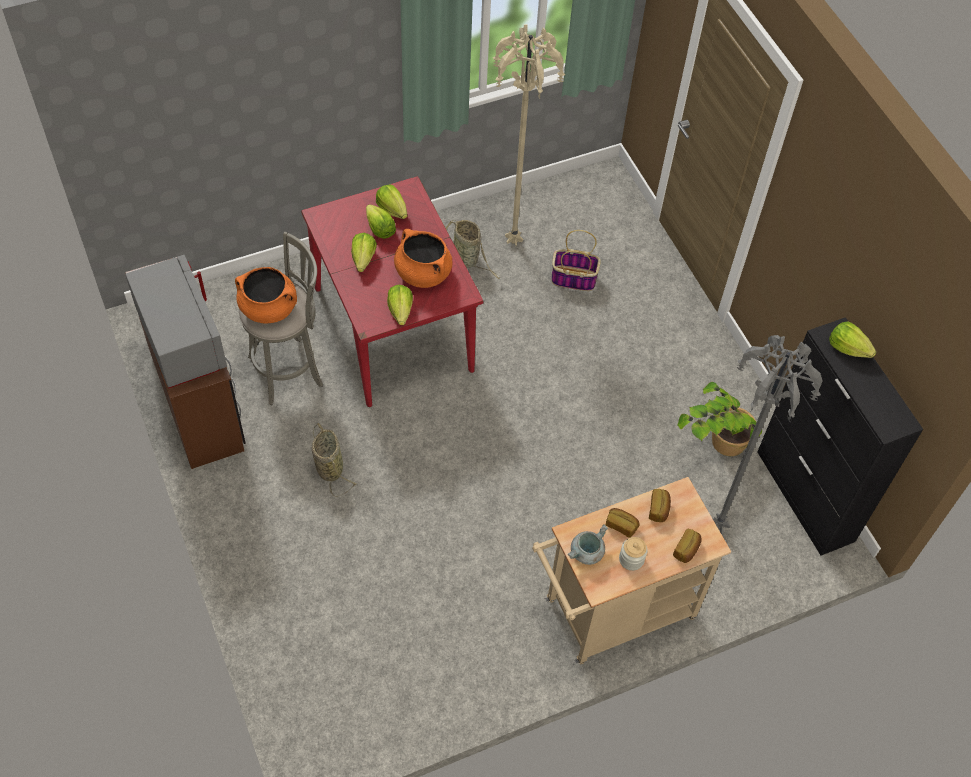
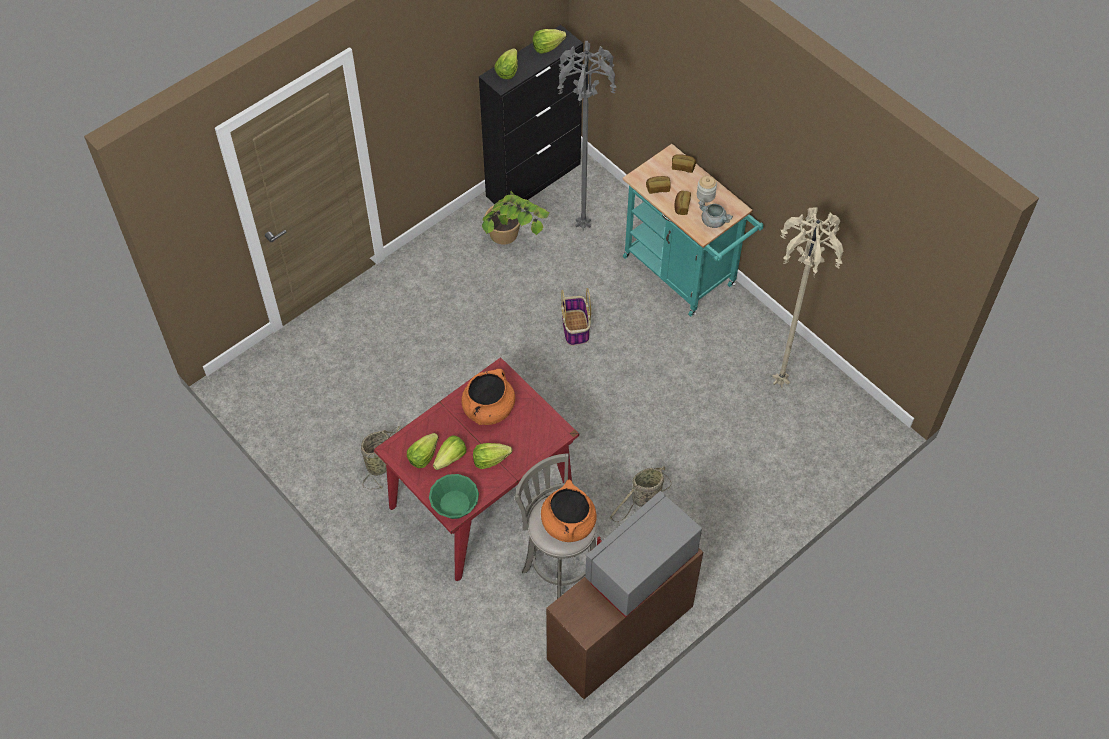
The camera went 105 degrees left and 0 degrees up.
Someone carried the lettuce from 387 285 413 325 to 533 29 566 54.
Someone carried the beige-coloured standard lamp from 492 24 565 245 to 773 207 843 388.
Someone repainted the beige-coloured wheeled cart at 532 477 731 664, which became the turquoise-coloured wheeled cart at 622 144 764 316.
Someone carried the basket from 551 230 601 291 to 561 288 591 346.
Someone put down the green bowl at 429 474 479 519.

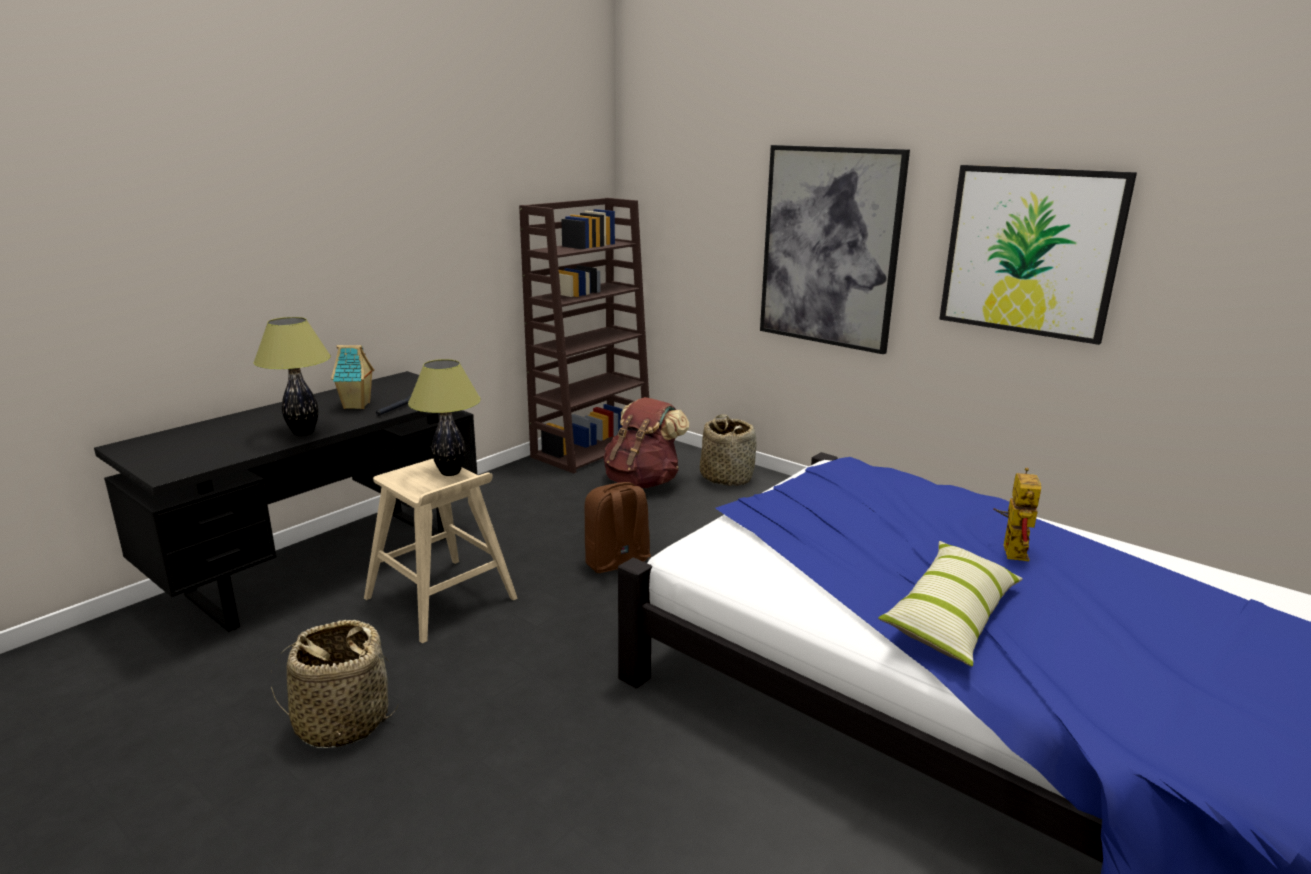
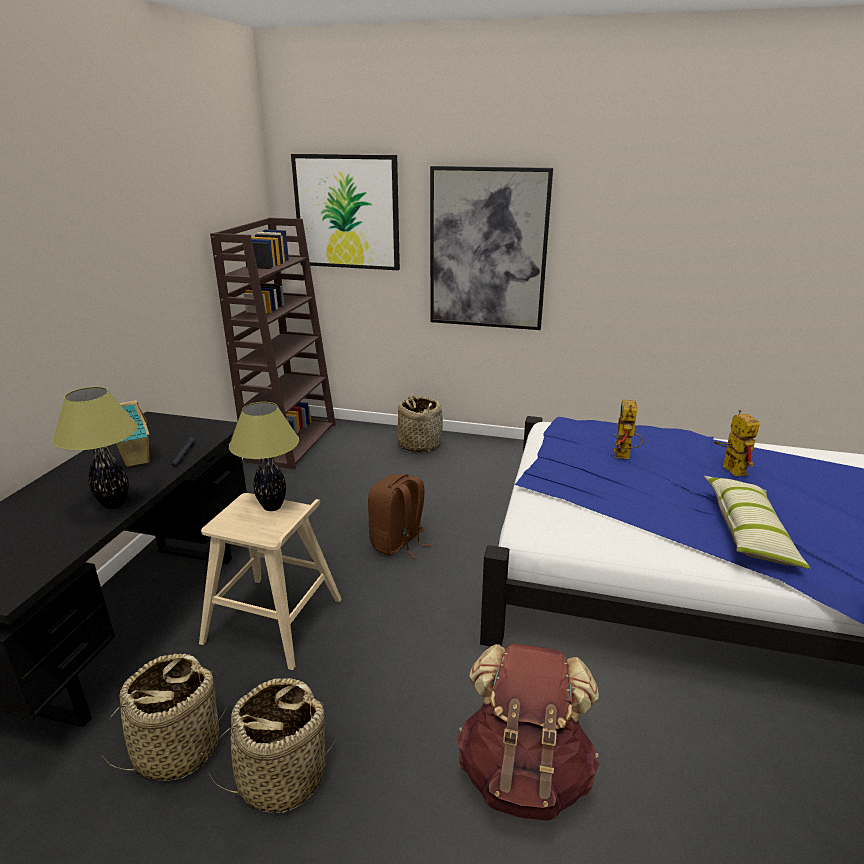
The camera went 25 degrees left and 5 degrees up.
Someone carried the brownish rucksack from 604 397 689 488 to 457 643 600 821.
Someone carried the picture from 939 165 1137 345 to 291 154 400 270.
Someone put down the basket at 99 654 227 781.
Someone put down the toy robot at 614 400 643 459.

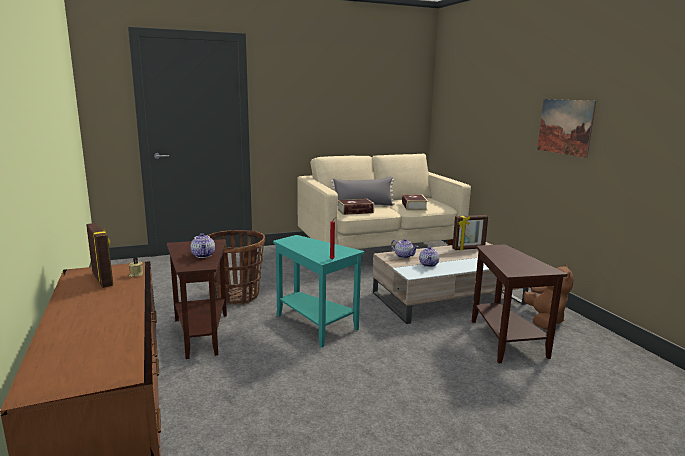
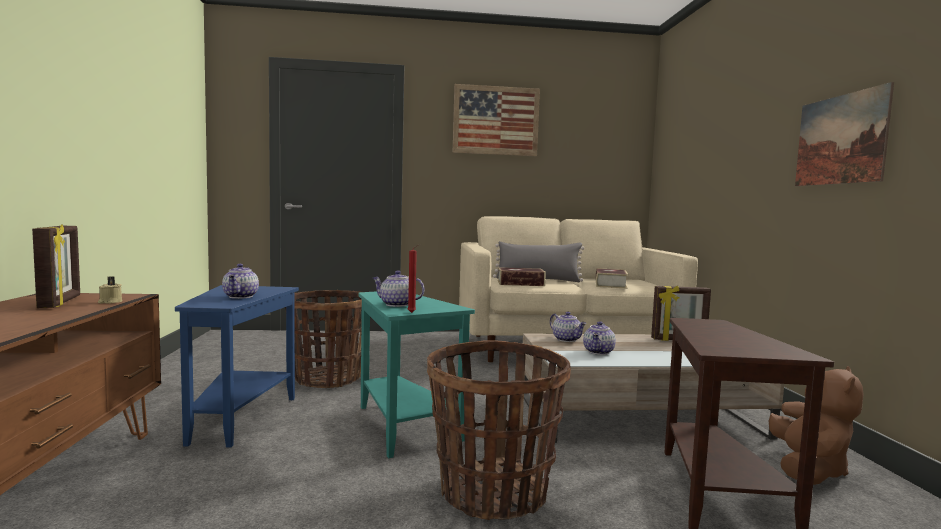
The camera went 15 degrees right and 10 degrees down.
Someone repainted the brownish end table at 167 239 227 359, which became the blue end table at 175 285 299 448.
Someone put down the teapot at 373 271 425 307.
Someone put down the basket at 427 340 571 520.
Someone put up the picture at 453 84 540 156.

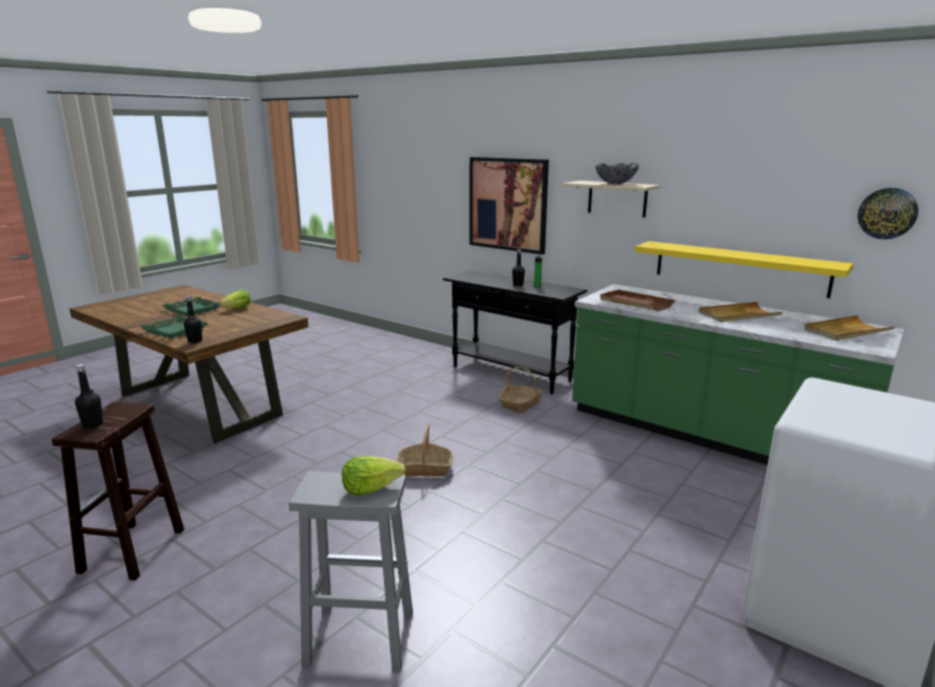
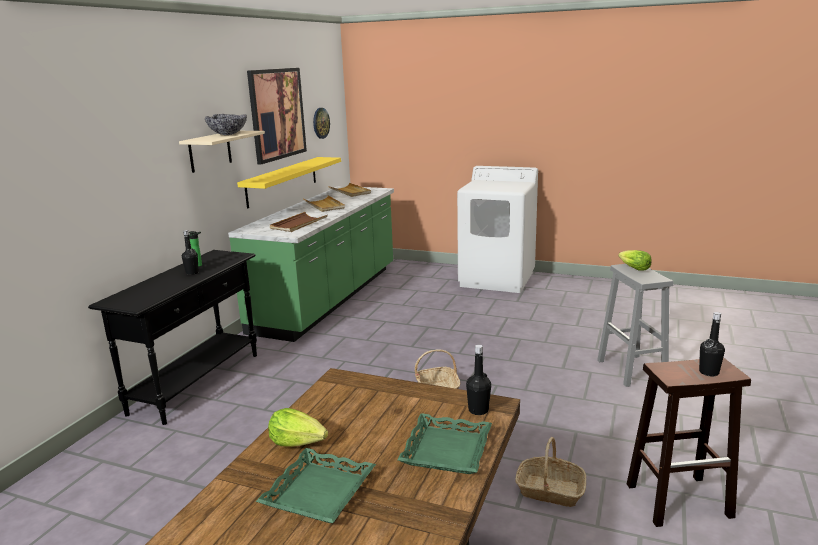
The camera went 105 degrees left and 0 degrees up.
Someone carried the picture from 470 157 549 255 to 247 68 307 165.
Someone carried the basket from 499 367 543 412 to 515 437 586 507.

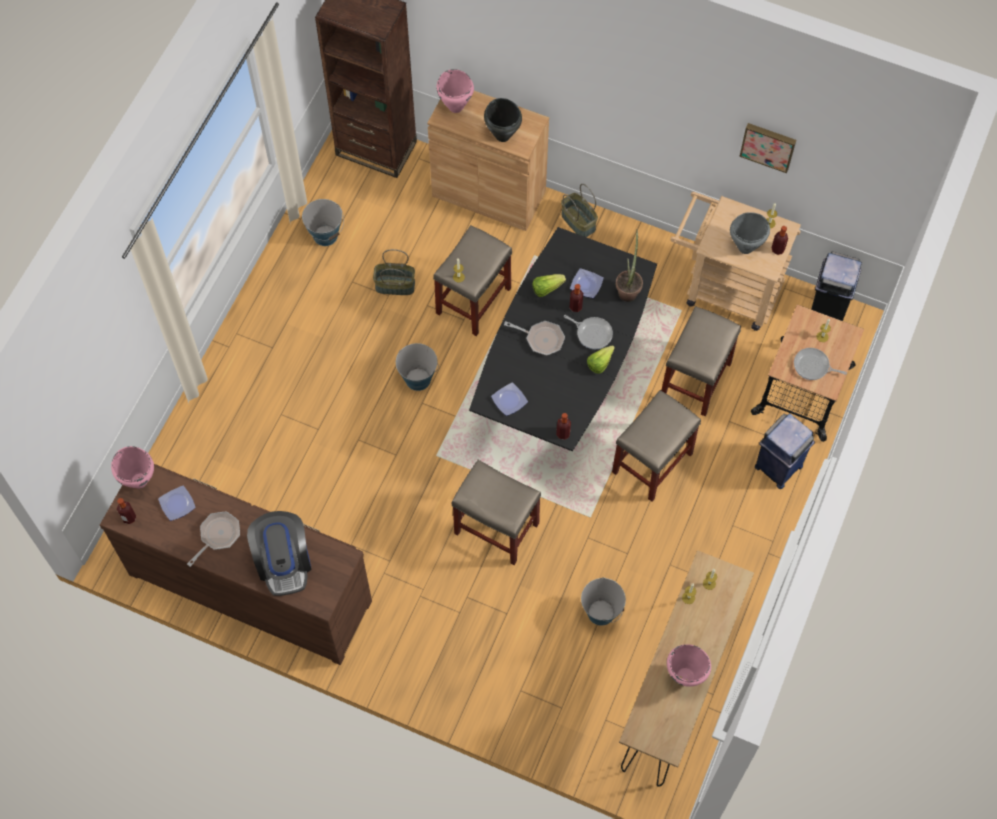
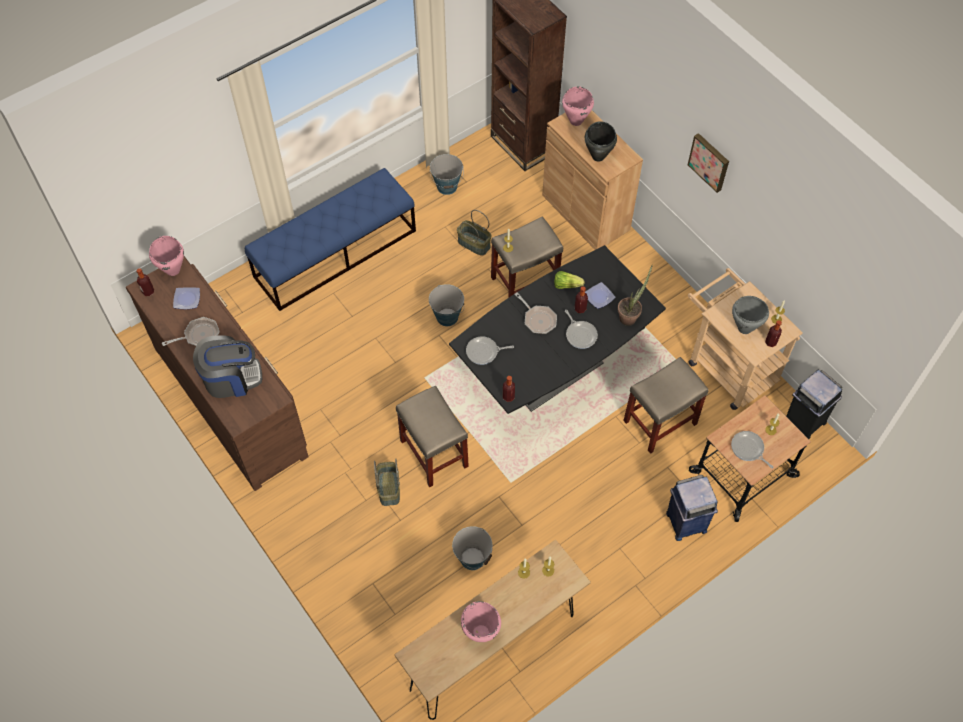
The camera went 30 degrees right and 5 degrees down.
Someone rotated the coffee maker at 247 511 312 596 by 120 degrees counterclockwise.
Someone swapped the dinner plate at 491 382 528 416 for the frying pan at 466 336 514 365.
Someone carried the basket from 561 184 598 237 to 374 458 400 506.
Someone took away the lettuce at 587 345 615 373.
Someone took away the beige-coloured sitting stool at 612 390 701 502.
Someone carried the picture from 739 123 796 173 to 688 133 729 193.
Someone put down the blue long seat at 245 168 416 311.

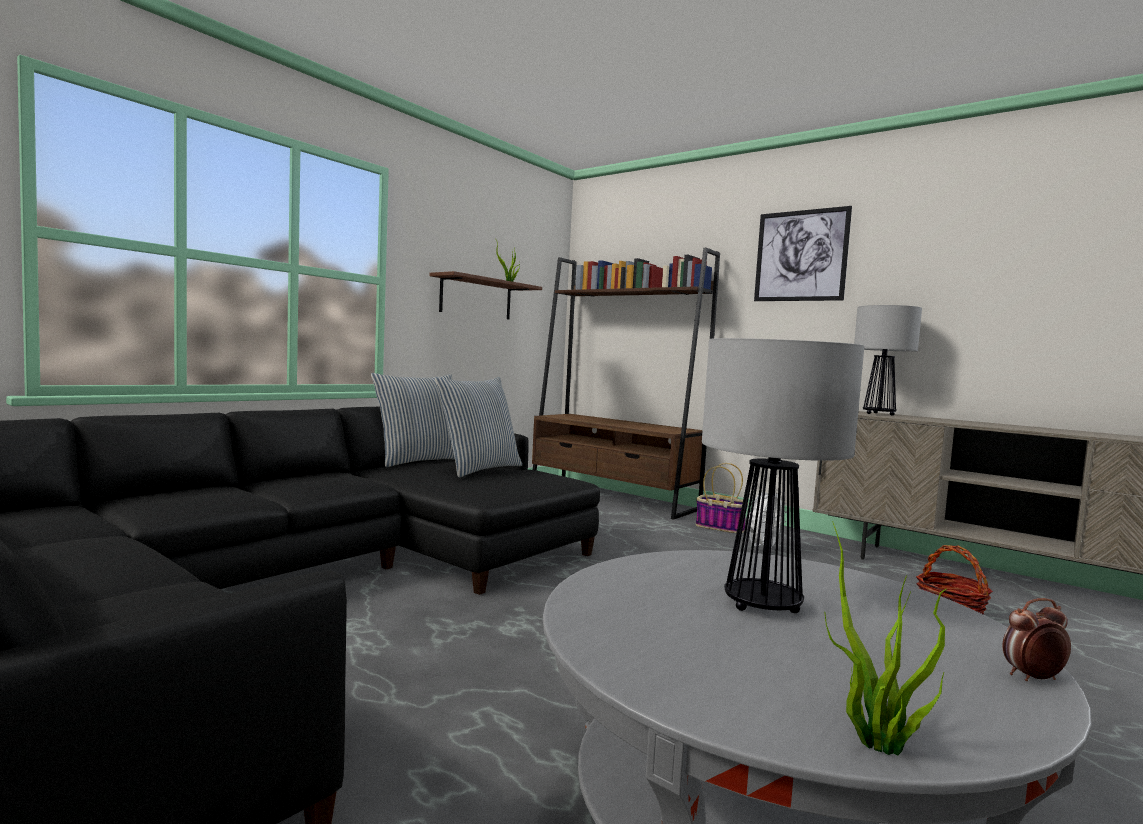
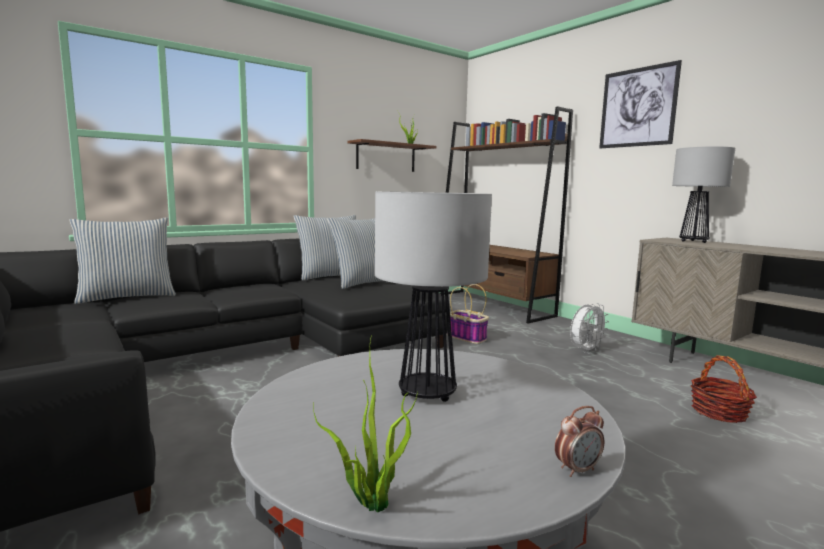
The camera went 15 degrees right and 5 degrees up.
Someone carried the basket from 696 463 748 533 to 447 284 489 344.
Someone rotated the alarm clock at 1002 598 1071 681 by 150 degrees clockwise.
Someone put down the cushion at 70 218 176 304.

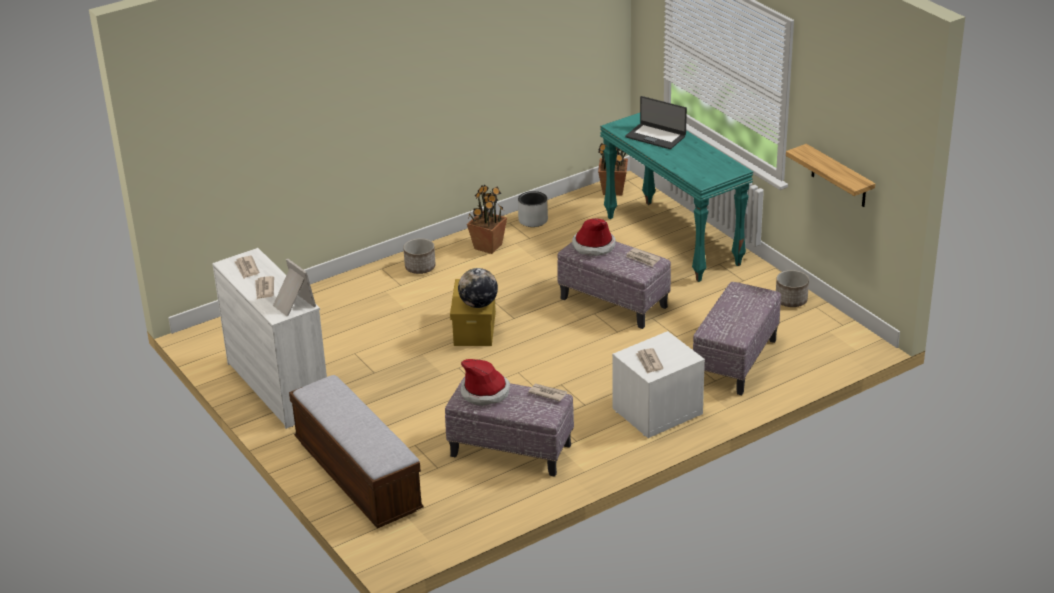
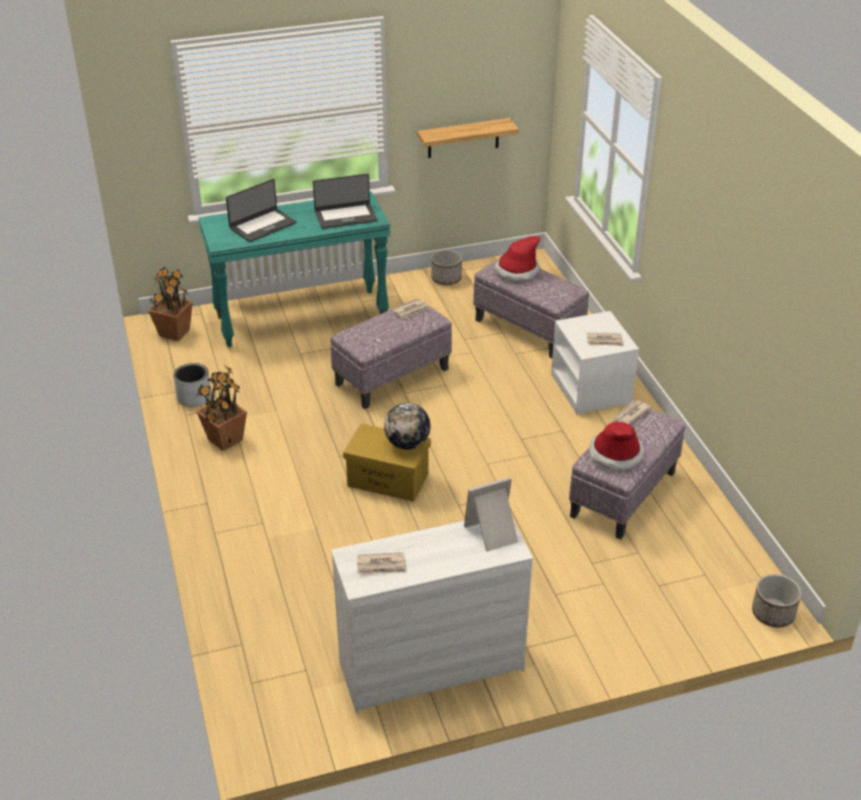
The camera went 75 degrees left and 5 degrees up.
Someone took away the printed paper at 255 276 274 299.
Someone took away the long seat at 289 375 423 528.
Someone carried the planter from 403 238 436 274 to 752 574 801 628.
Someone carried the clothing hat from 572 218 616 256 to 494 236 540 282.
Someone put down the notebook computer at 313 174 377 229.

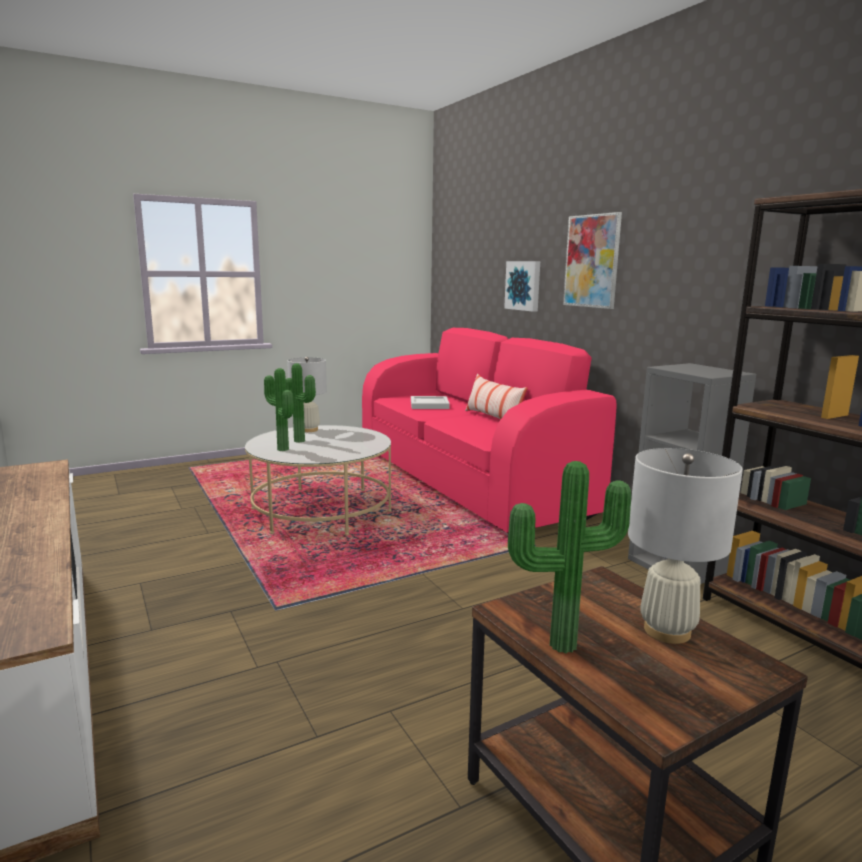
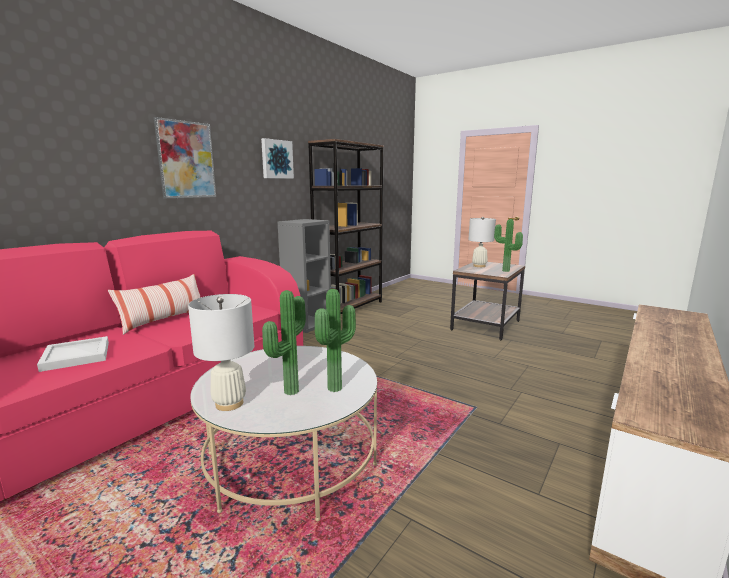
The camera went 115 degrees left and 0 degrees up.
Someone carried the picture from 504 261 540 312 to 261 138 294 179.

